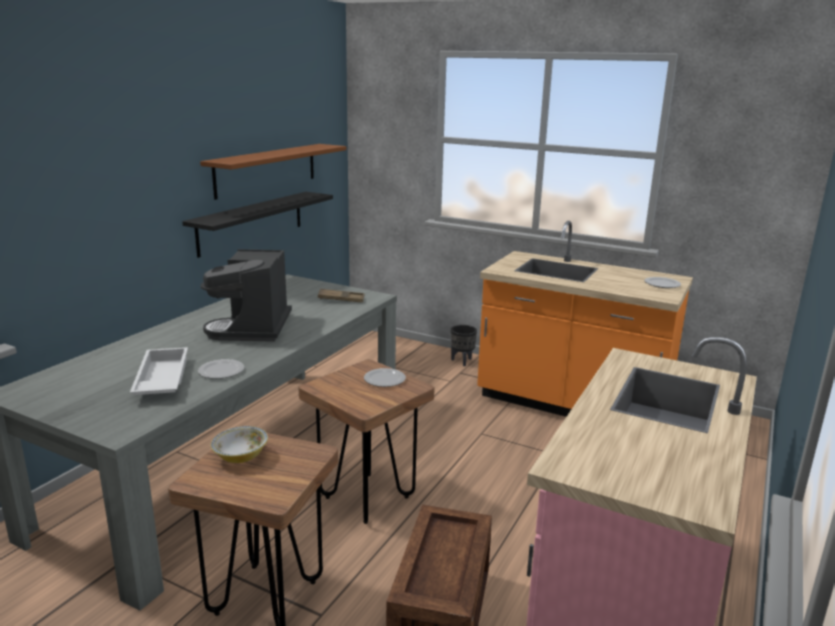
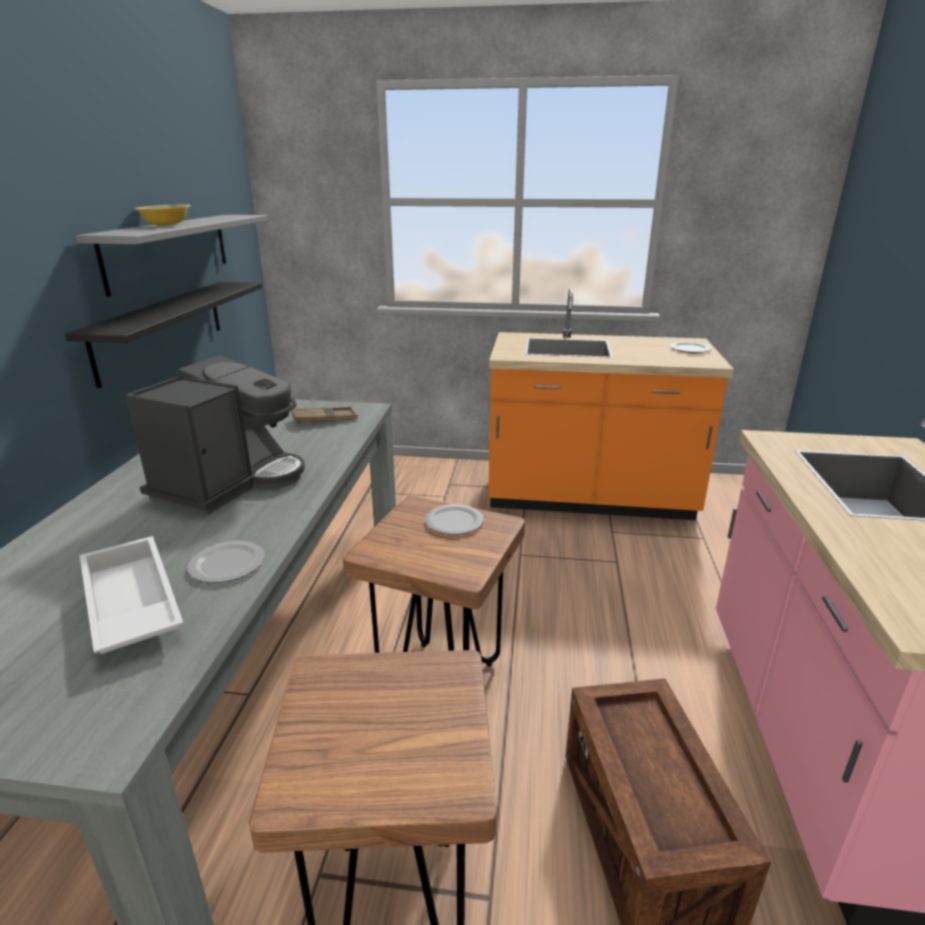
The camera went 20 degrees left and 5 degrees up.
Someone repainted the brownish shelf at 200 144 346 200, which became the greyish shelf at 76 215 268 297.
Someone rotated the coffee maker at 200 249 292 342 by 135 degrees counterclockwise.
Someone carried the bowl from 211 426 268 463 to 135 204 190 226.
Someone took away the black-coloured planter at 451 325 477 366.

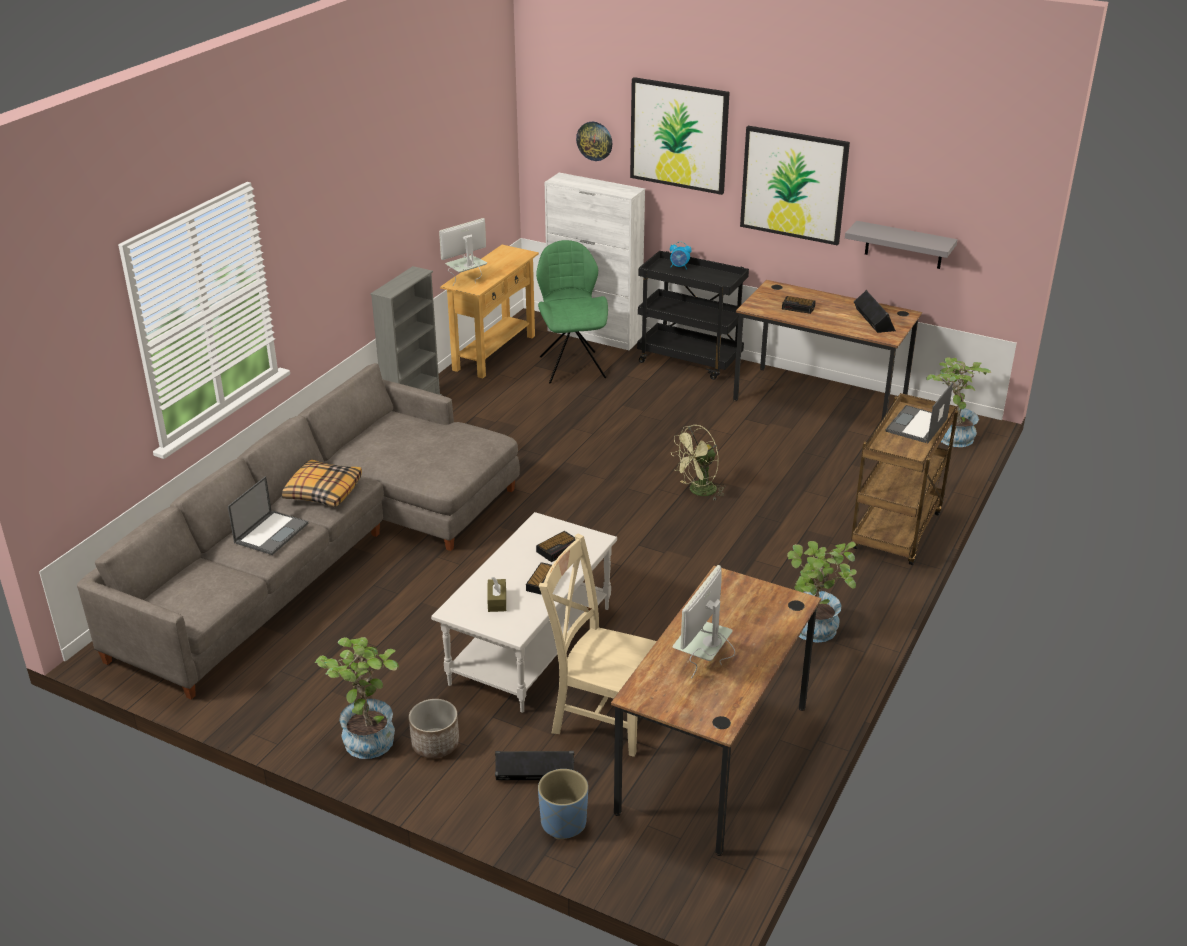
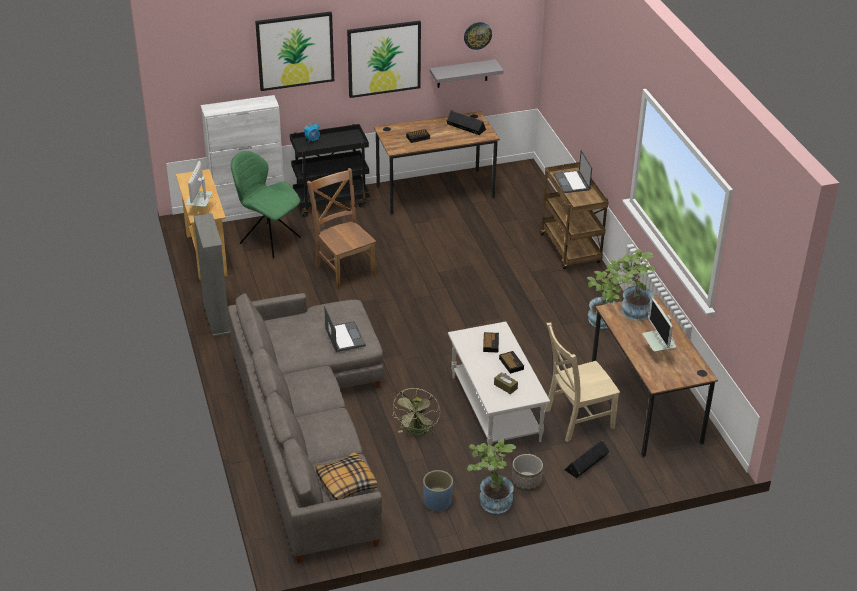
The camera went 45 degrees left and 5 degrees up.
Someone carried the notebook computer from 228 476 309 555 to 324 306 366 352.
Someone carried the cushion from 282 460 362 507 to 316 452 378 500.
Someone carried the blue planter from 538 769 588 839 to 423 470 453 511.
Someone carried the hanging clock from 576 122 612 161 to 464 22 492 50.
Someone carried the green fan from 671 425 726 501 to 393 388 440 436.
Someone carried the potted plant from 926 357 991 447 to 609 249 656 321.
Someone put down the brownish chair at 307 168 376 289.

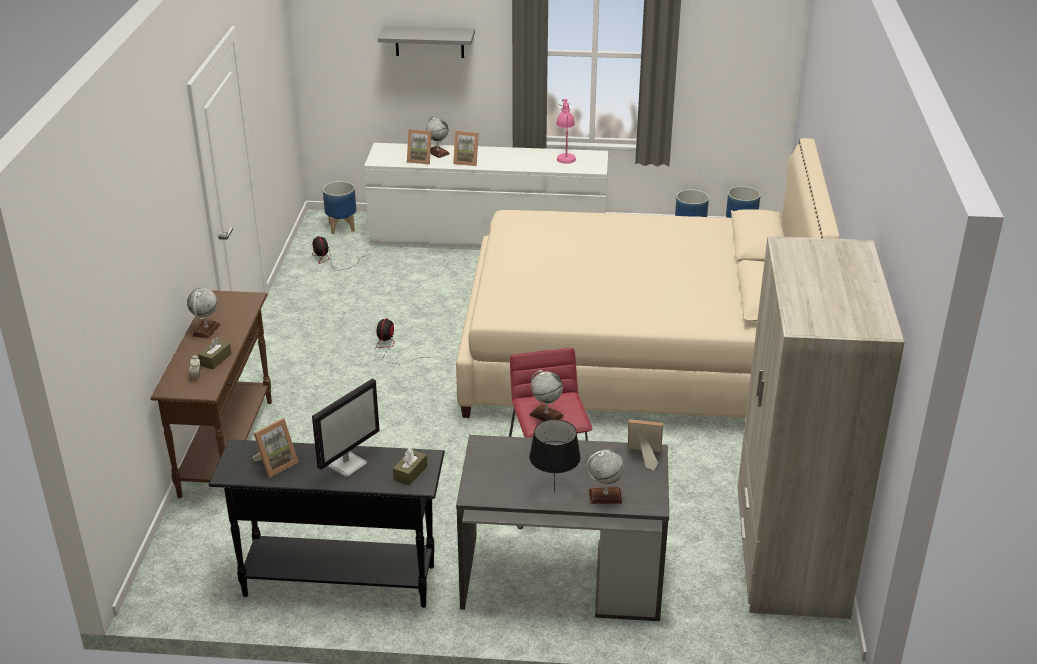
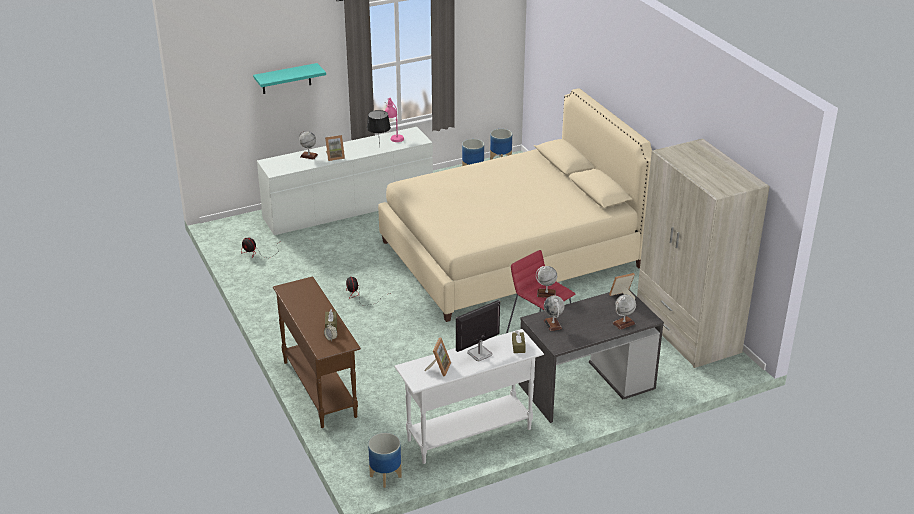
The camera went 30 degrees left and 0 degrees up.
Someone carried the globe from 187 288 221 338 to 544 295 565 331.
Someone repainted the black-coloured narrow table at 209 439 445 608, which became the whitish narrow table at 394 329 544 464.
Someone rotated the monitor at 312 378 380 477 by 135 degrees counterclockwise.
Someone carried the planter from 323 181 356 234 to 368 433 402 488.
Someone repainted the greyish shelf at 378 26 475 58, which became the turquoise-coloured shelf at 253 63 326 94.
Someone took away the photo frame at 407 129 432 165.
Someone carried the black-coloured lamp for a table from 529 419 581 493 to 367 110 391 147.

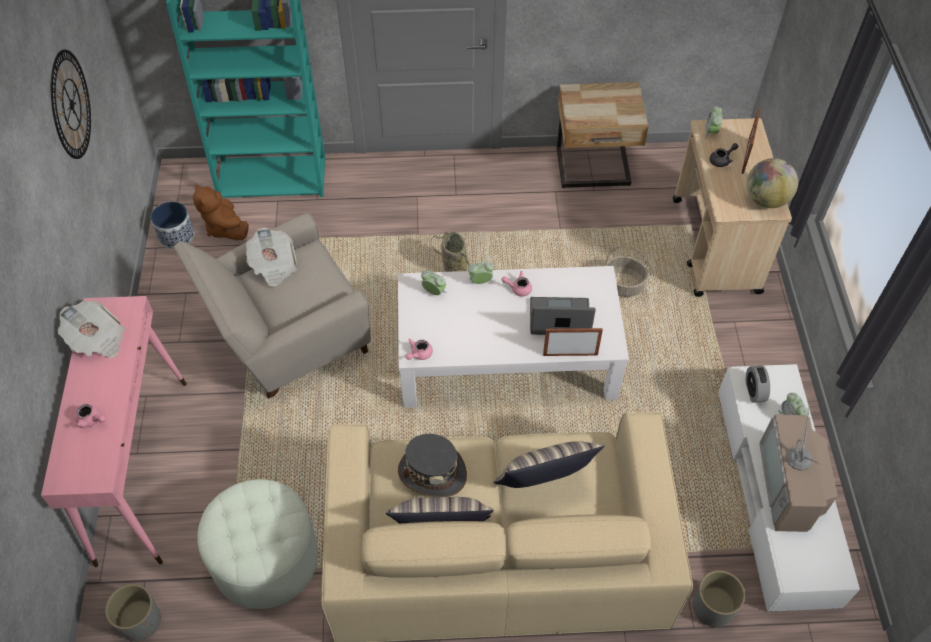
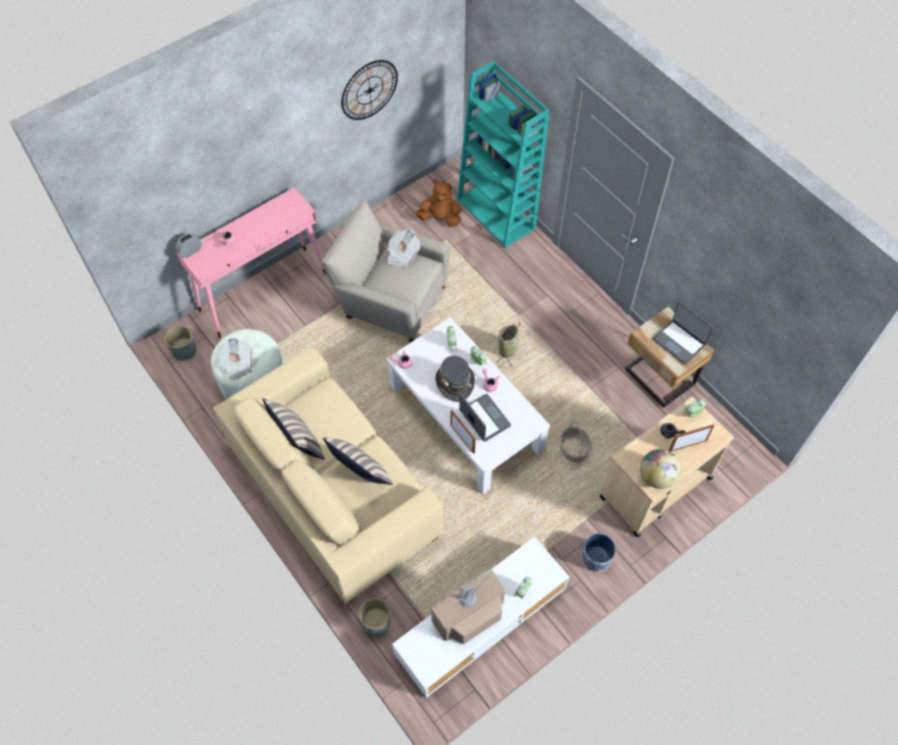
The camera went 55 degrees right and 5 degrees up.
Someone carried the printed paper from 58 301 125 358 to 217 337 253 381.
Someone carried the planter from 151 202 195 249 to 581 534 616 572.
Someone rotated the brownish cuddly toy at 193 184 249 240 by 75 degrees clockwise.
Someone carried the greyish clothing hat from 398 434 467 497 to 435 356 475 402.
Someone carried the alarm clock from 746 366 770 403 to 175 233 202 258.
Someone put down the notebook computer at 653 302 713 365.

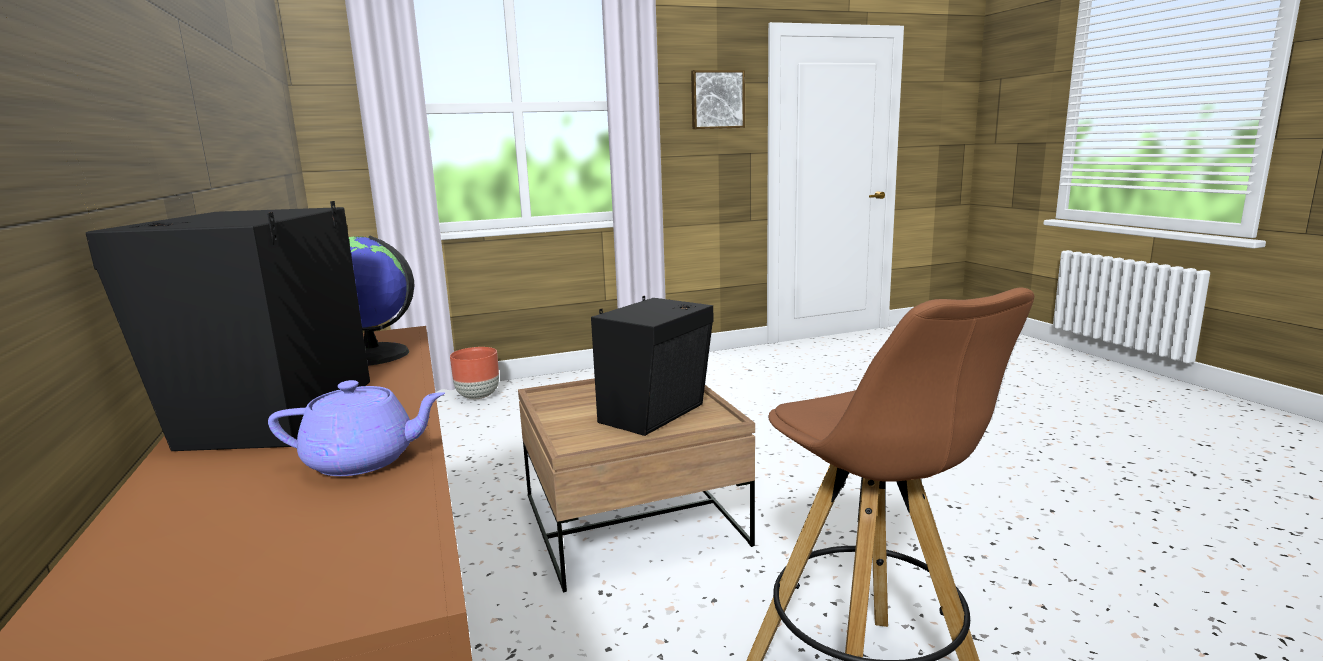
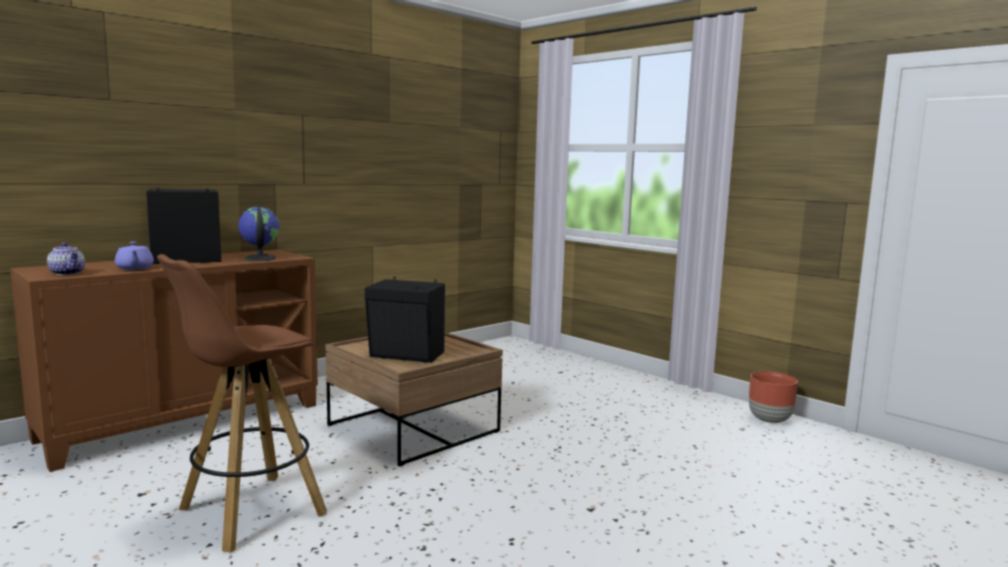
The camera went 65 degrees right and 5 degrees down.
Someone carried the brownish planter from 450 347 499 399 to 749 371 798 423.
Someone took away the picture at 691 70 745 129.
Someone put down the teapot at 47 242 85 275.

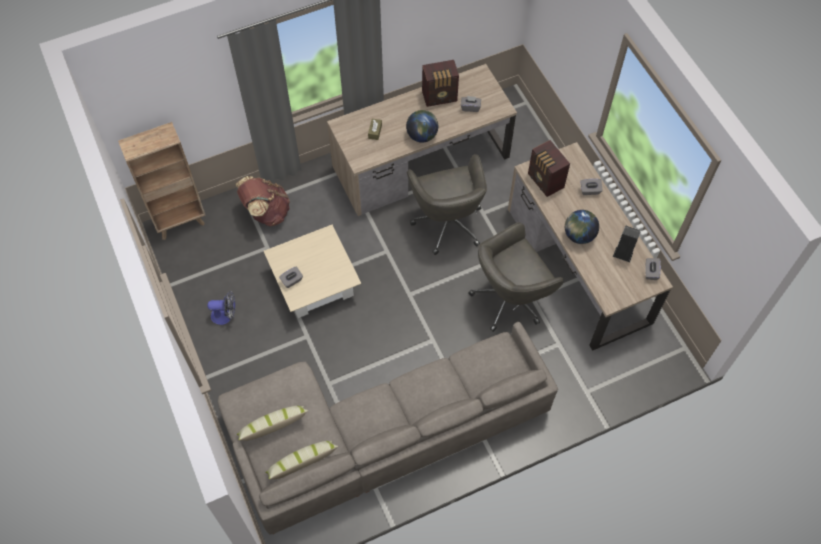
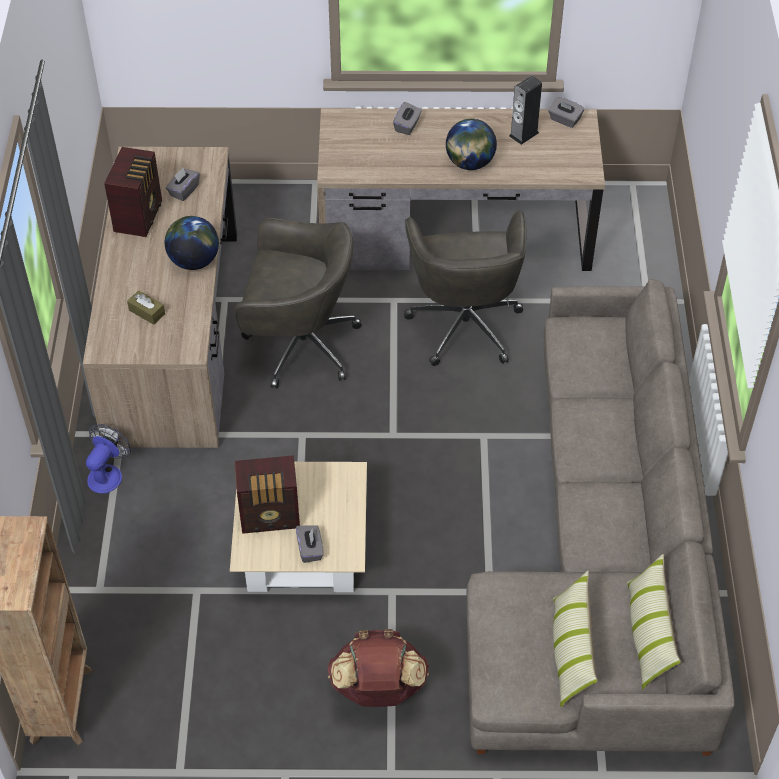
The camera went 65 degrees left and 10 degrees down.
Someone carried the fan from 207 291 235 325 to 86 424 131 494.
Someone carried the brownish rucksack from 236 176 290 226 to 327 629 429 707.
Someone carried the radio from 528 140 570 197 to 235 455 300 534.

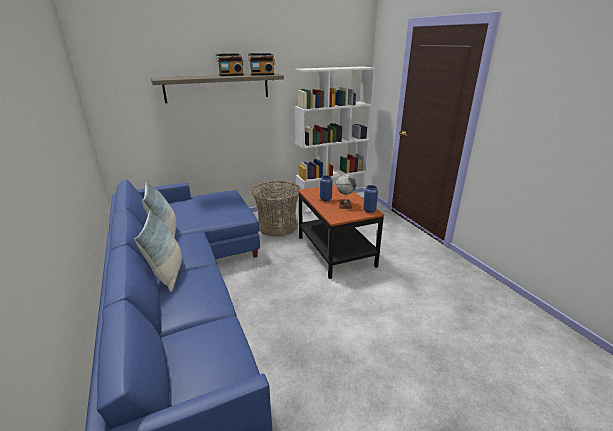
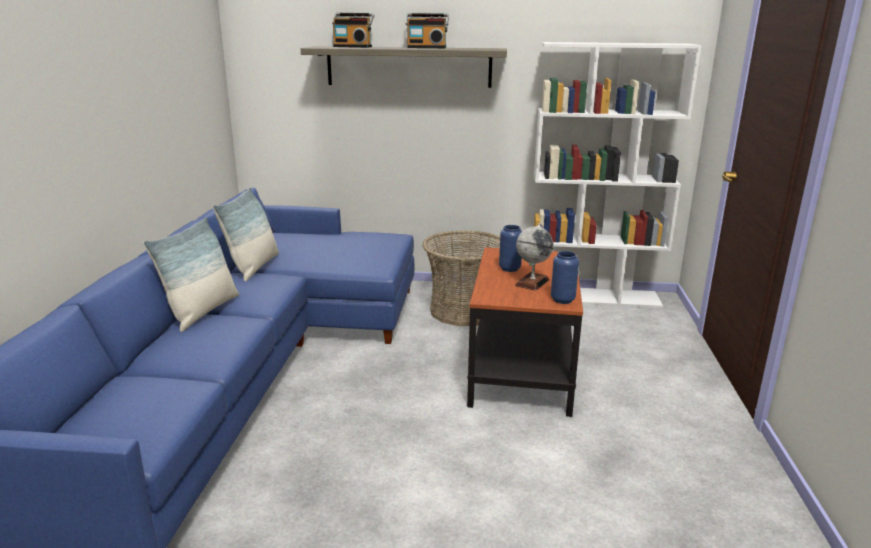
The camera went 30 degrees right and 5 degrees down.
Someone carried the radio from 248 53 275 75 to 332 13 374 48.

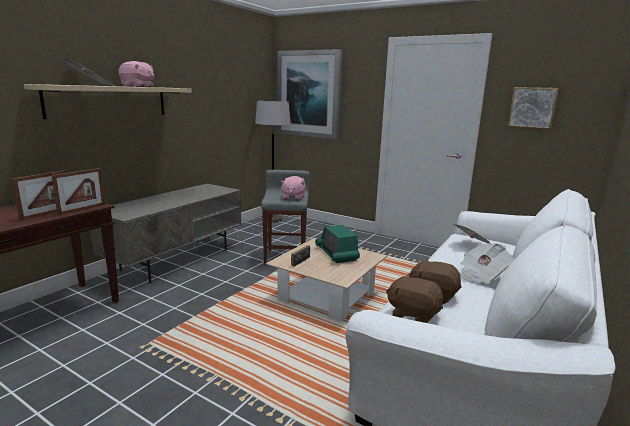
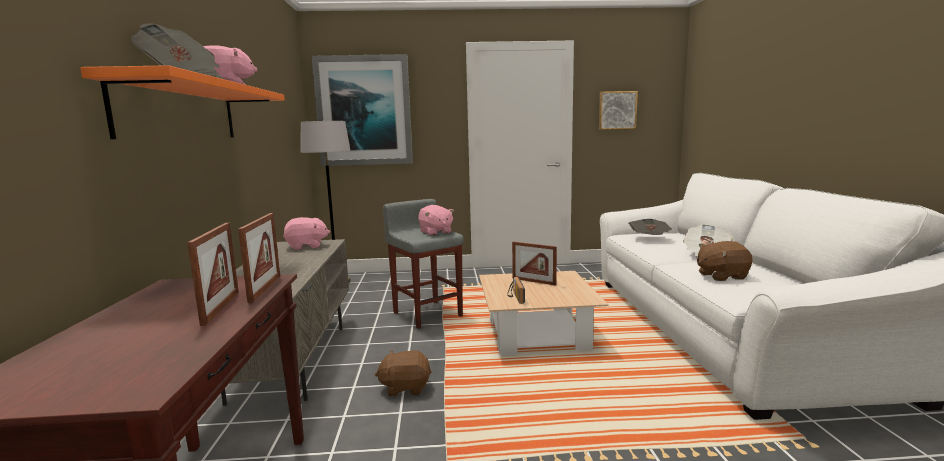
The camera went 35 degrees left and 5 degrees down.
Someone repainted the beige-coloured shelf at 24 84 192 119, which became the orange-coloured shelf at 80 65 285 139.
Someone swapped the radio at 315 225 360 263 for the photo frame at 512 241 557 286.
Someone carried the brownish cuddly toy from 386 274 443 323 to 375 350 432 397.
Someone put down the pinkish cuddly toy at 283 217 330 250.

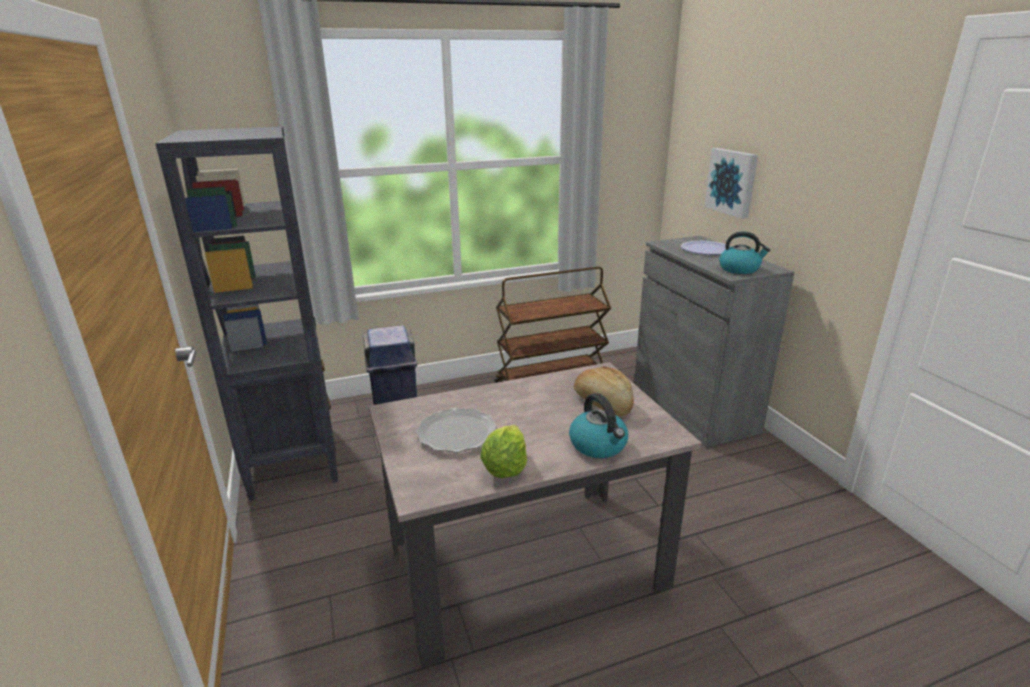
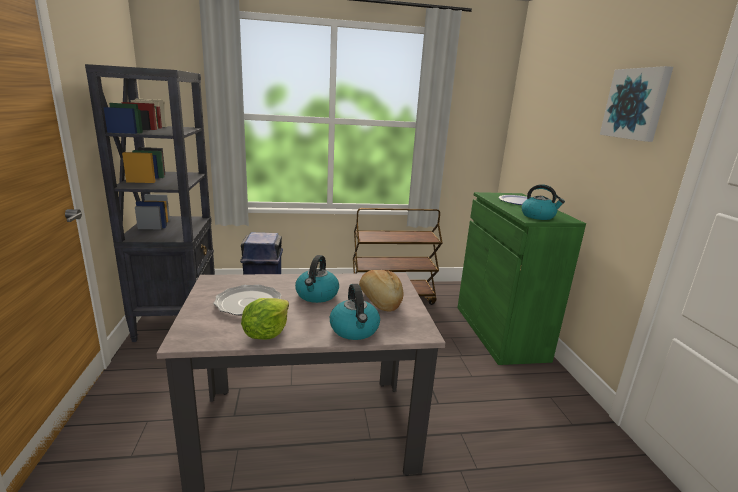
The camera went 10 degrees right and 5 degrees down.
Someone repainted the greyish storage cabinet at 634 236 794 447, which became the green storage cabinet at 457 192 586 365.
Someone carried the picture from 705 148 758 219 to 600 66 673 142.
Someone put down the water kettle at 295 255 339 303.

